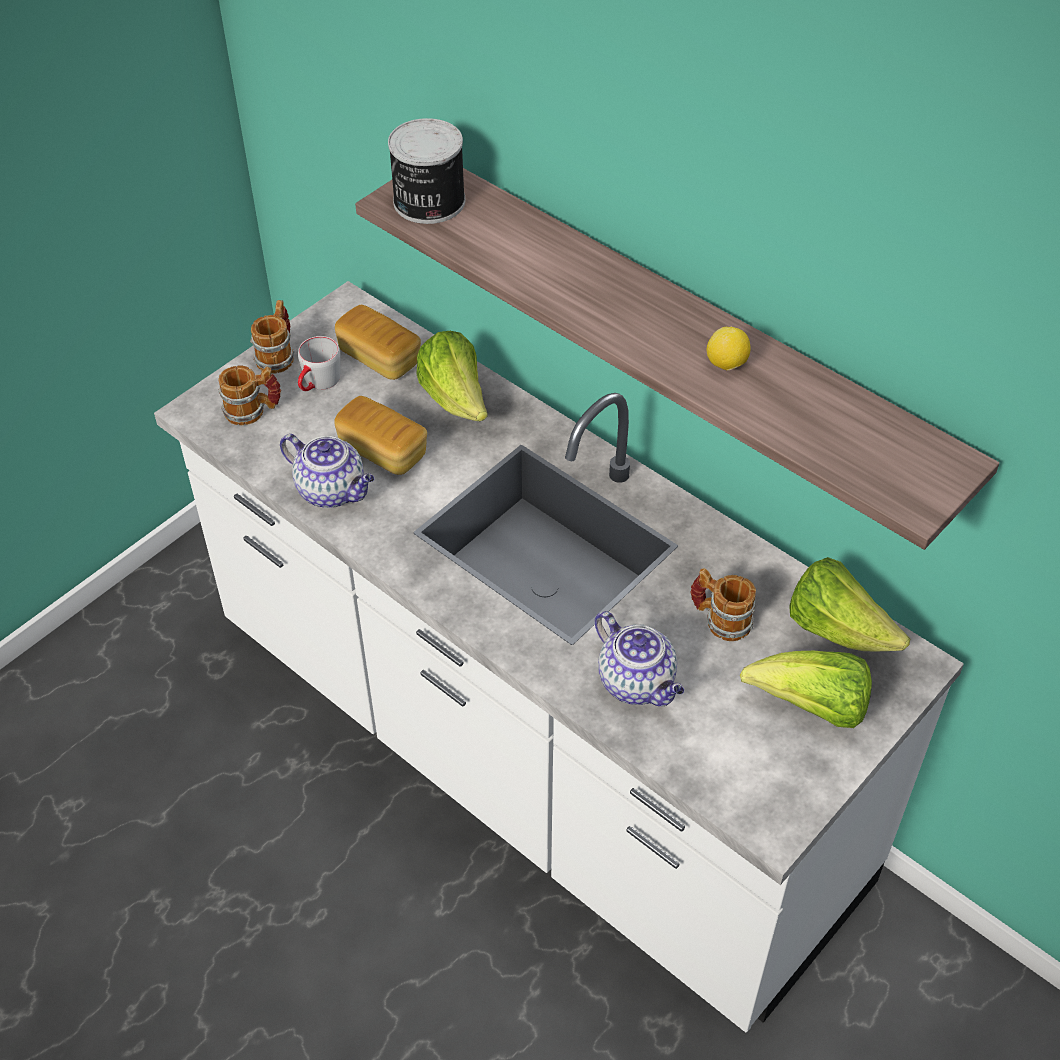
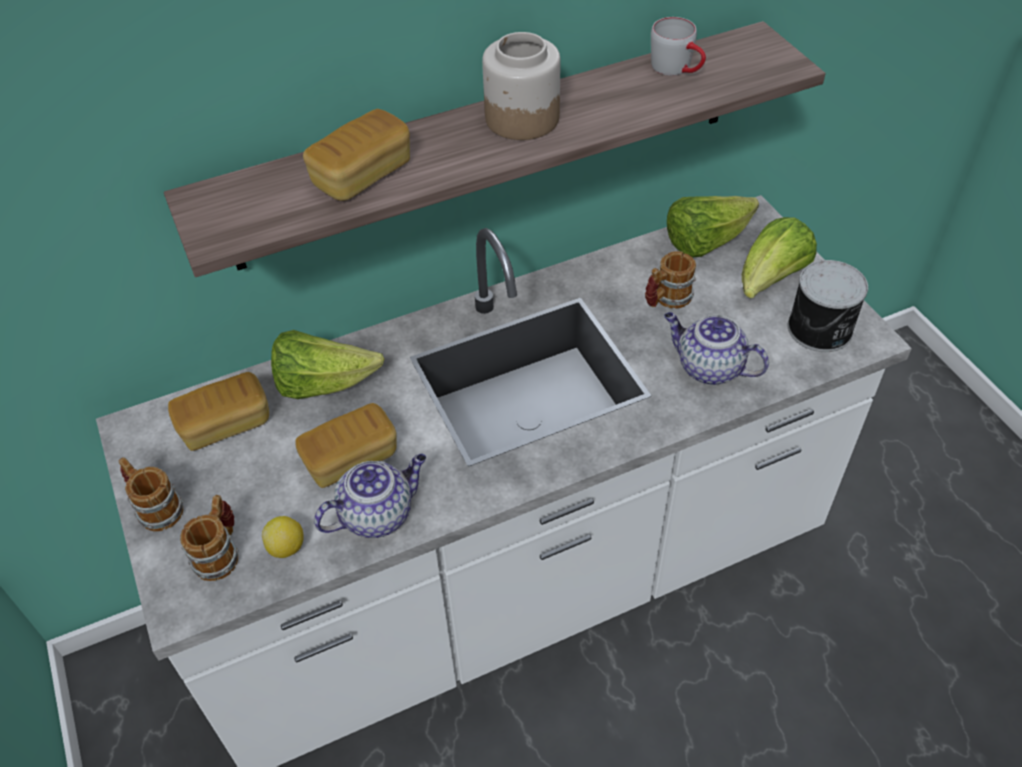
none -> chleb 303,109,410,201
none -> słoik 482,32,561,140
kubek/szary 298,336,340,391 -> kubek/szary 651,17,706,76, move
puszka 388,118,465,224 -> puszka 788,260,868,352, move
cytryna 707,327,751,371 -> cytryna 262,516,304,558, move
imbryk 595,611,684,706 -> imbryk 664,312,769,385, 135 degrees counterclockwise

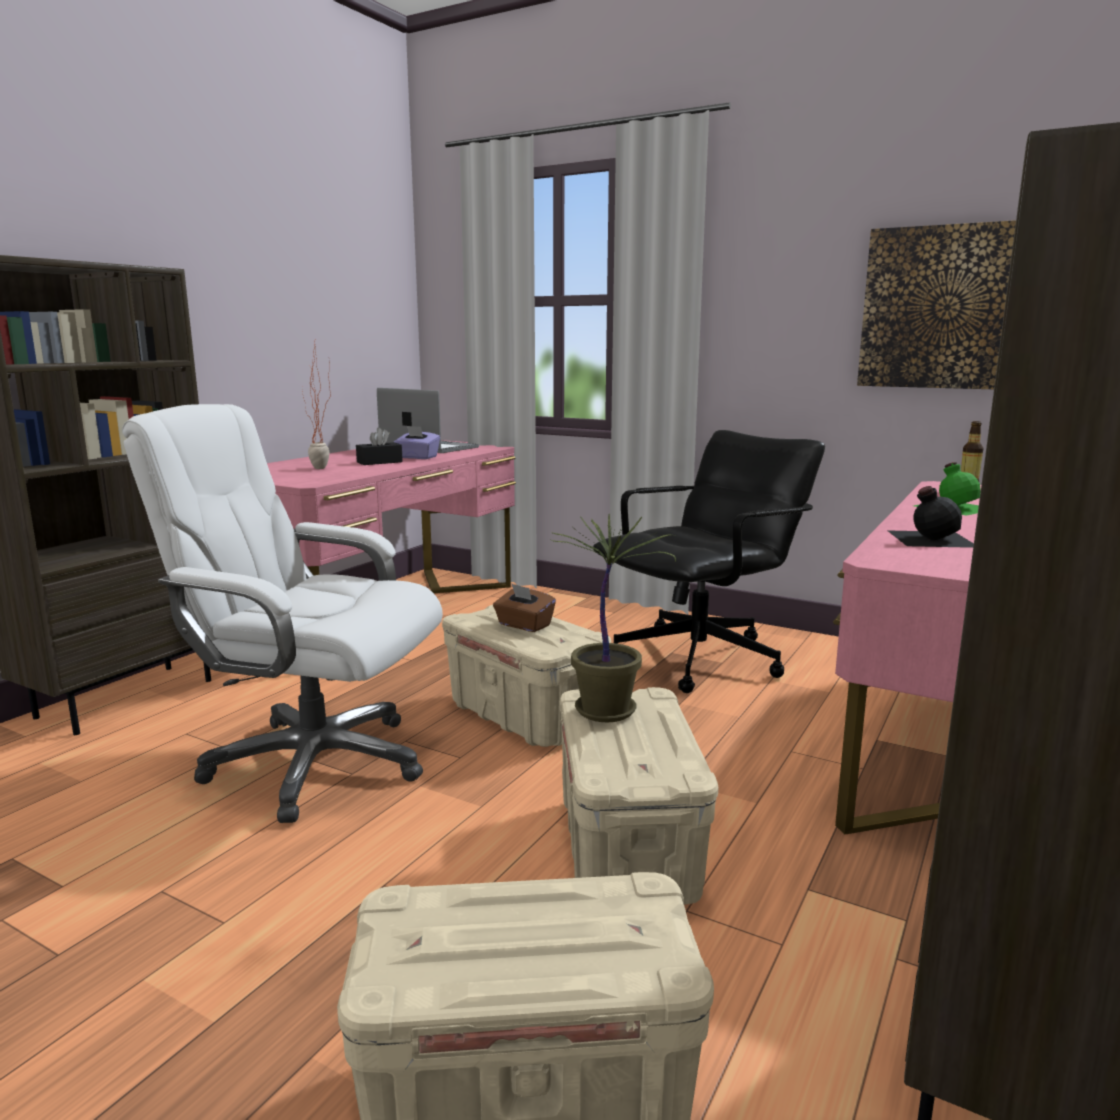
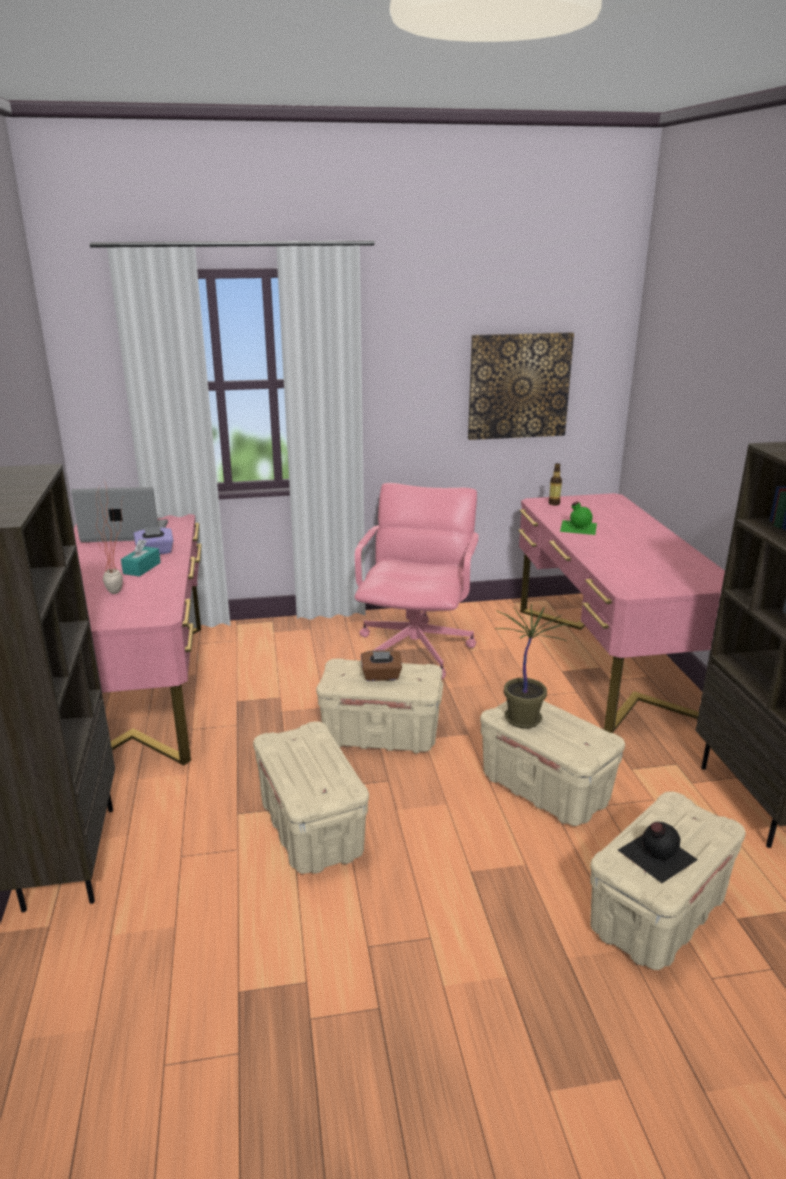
butelka/czarny 887,486,974,548 -> butelka/czarny 618,822,698,883, move
krzesło biurowe/biały 122,404,443,823 -> pojemnik do przechowywania/beżowy 253,722,369,874
pudełko chusteczek/czarny 356,427,403,465 -> pudełko chusteczek/turkusowy 121,539,161,577
krzesło biurowe/czarny 593,430,825,693 -> krzesło biurowe/różowy 355,483,479,679

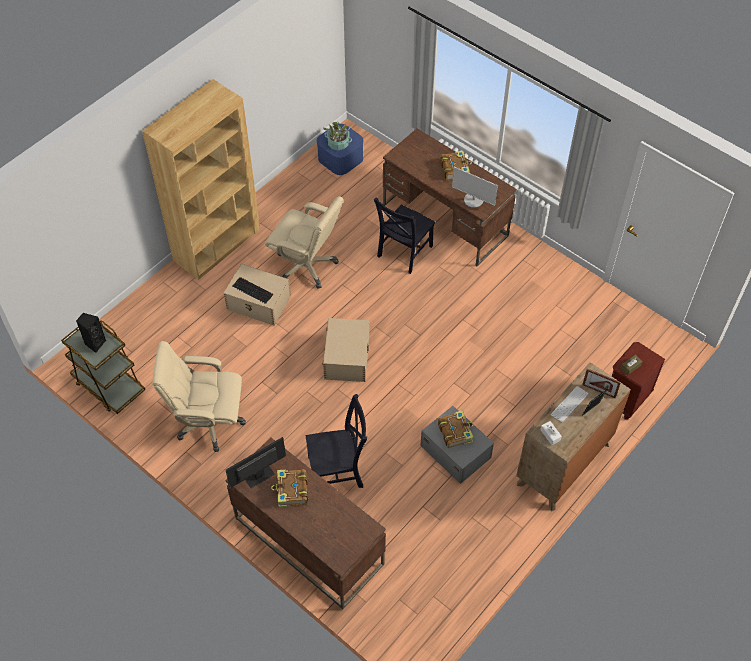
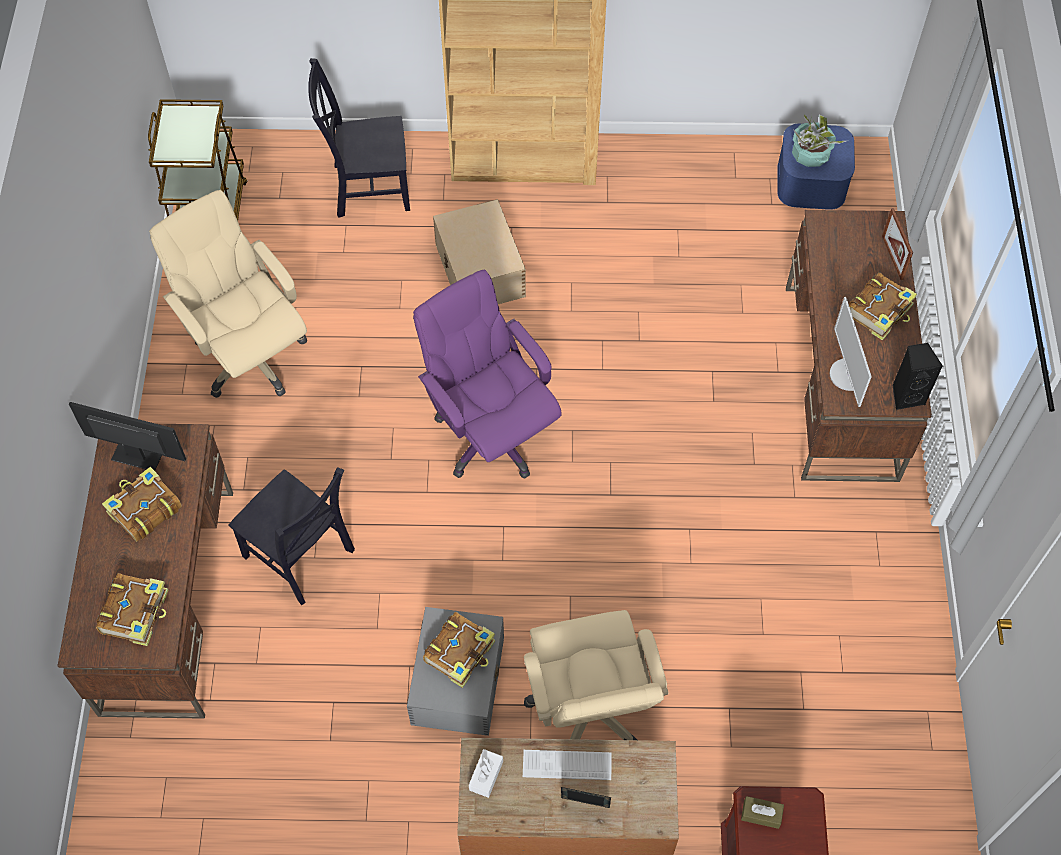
klawiatura 232,277,273,304 -> none
none -> książka 96,573,168,646
głośnik/czarny 76,313,106,353 -> głośnik/czarny 892,343,943,410, move
krzesło biurowe/beżowy 265,196,343,289 -> krzesło biurowe/beżowy 524,610,669,740, move
krzesło/czarny 374,197,435,274 -> krzesło/czarny 308,58,410,218, move
ramka na zdjęcie 582,369,621,398 -> ramka na zdjęcie 882,208,913,280, move
pojemnik do przechowywania/beżowy 323,318,369,382 -> krzesło biurowe/fioletowy 413,270,562,479

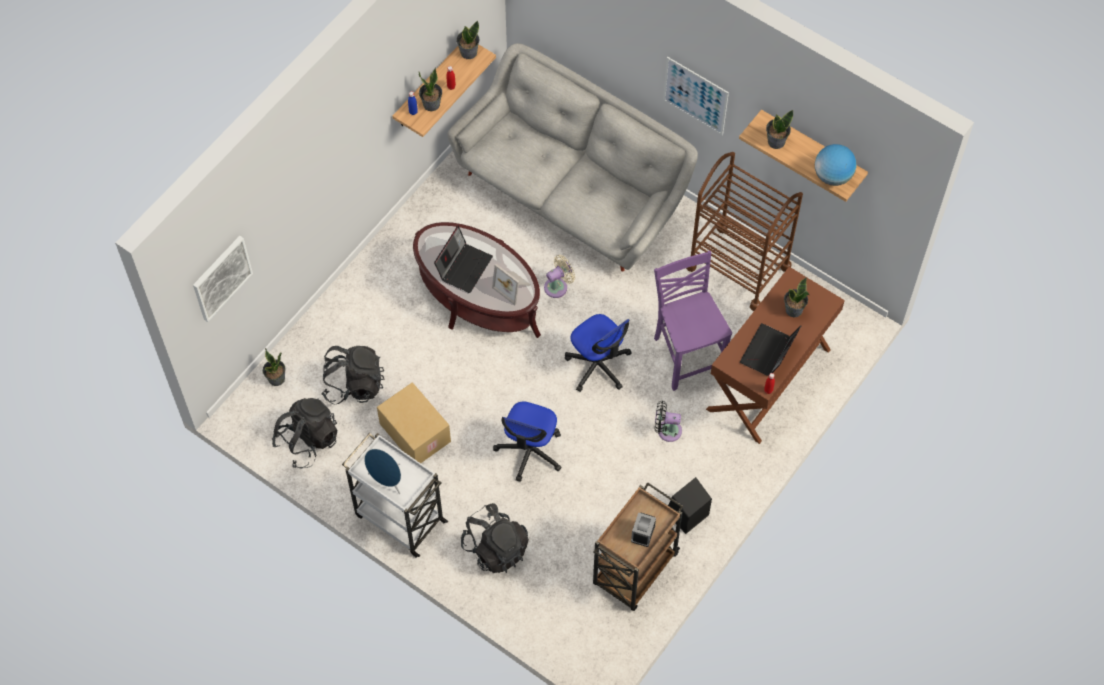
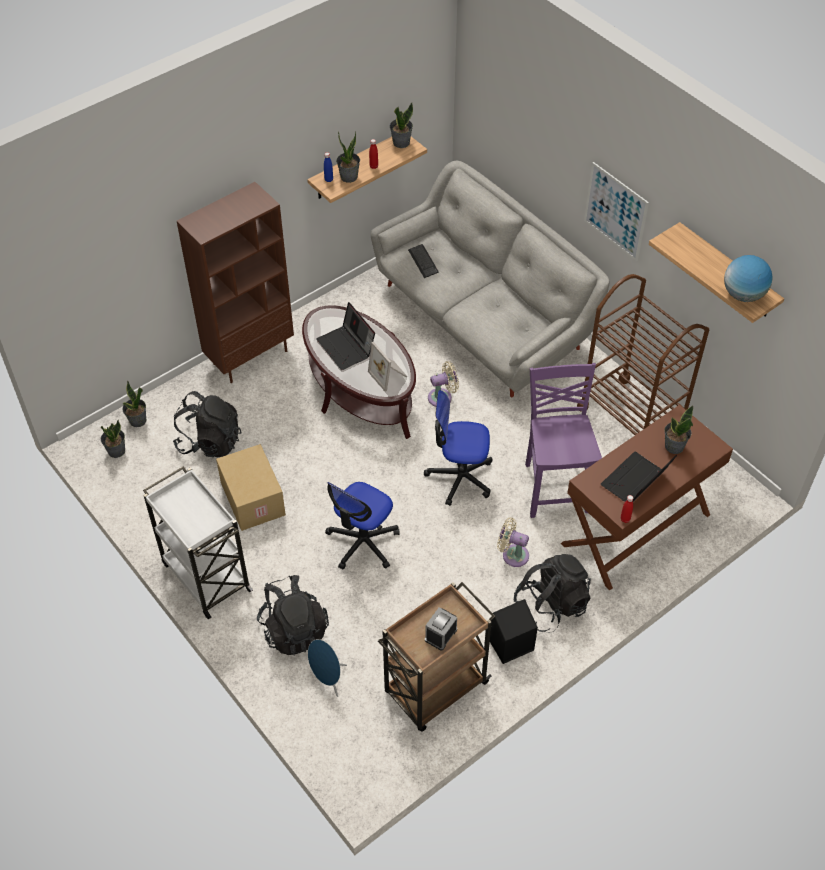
obraz 193,236,253,322 -> none
none -> regał/brązowy 177,182,294,383
none -> klawiatura 408,244,439,278
plecak/czarny 272,398,337,469 -> plecak/czarny 513,554,591,633, move
głośnik/niebieski 364,449,401,494 -> głośnik/niebieski 308,639,347,697, move
roślina doniczkowa 766,110,793,149 -> roślina doniczkowa 101,420,125,458, move
wentylator/czarny 655,401,682,442 -> wentylator/beżowy 497,518,529,567
laptop 434,226,493,293 -> laptop 316,302,375,370, 105 degrees clockwise
krzesło biurowe 565,314,632,392 -> krzesło biurowe 424,390,493,506, 120 degrees clockwise

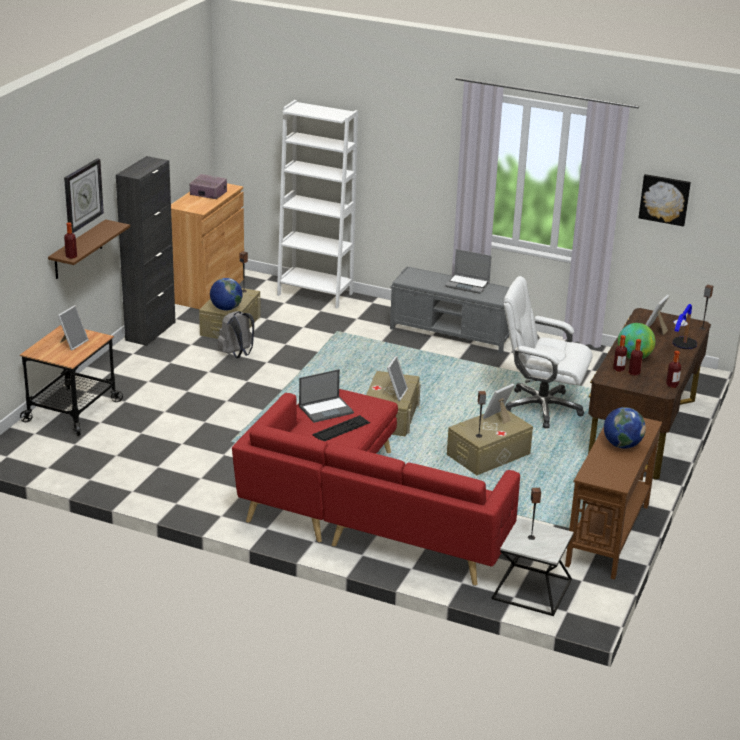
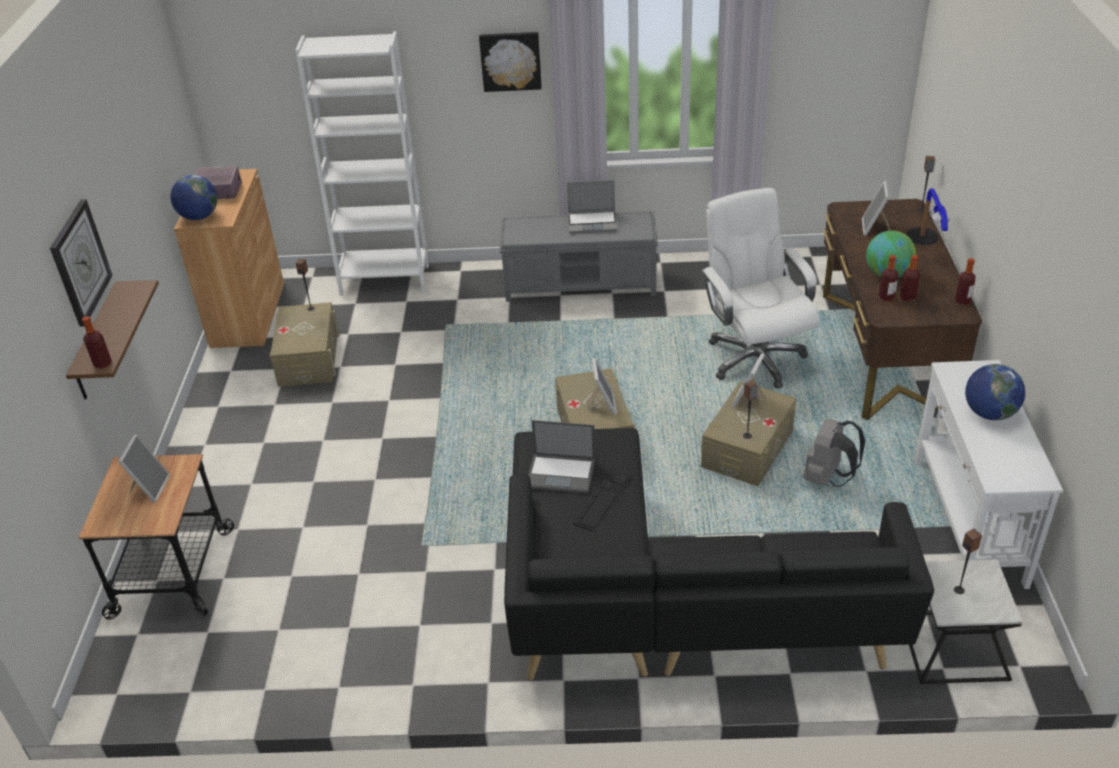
szafka/czarny 116,156,176,346 -> none
globus 210,278,243,310 -> globus 171,175,218,220, move
plecak/szary 218,311,254,358 -> plecak/szary 803,419,865,487, move
obraz 638,174,691,226 -> obraz 479,32,542,92, move
kanapa/czerwony 232,389,520,586 -> kanapa/czarny 504,428,934,681
stolik konsolowy/brązowy 565,418,662,580 -> stolik konsolowy/biały 914,360,1063,589
laptop 299,369,354,423 -> laptop 528,420,595,493, 60 degrees clockwise
krzesło biurowe/biały 504,276,593,428 -> krzesło biurowe/biały 701,188,819,389, 75 degrees clockwise

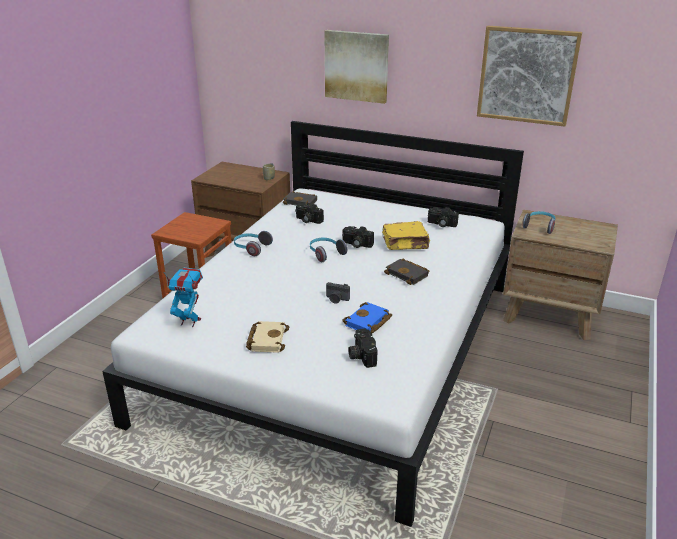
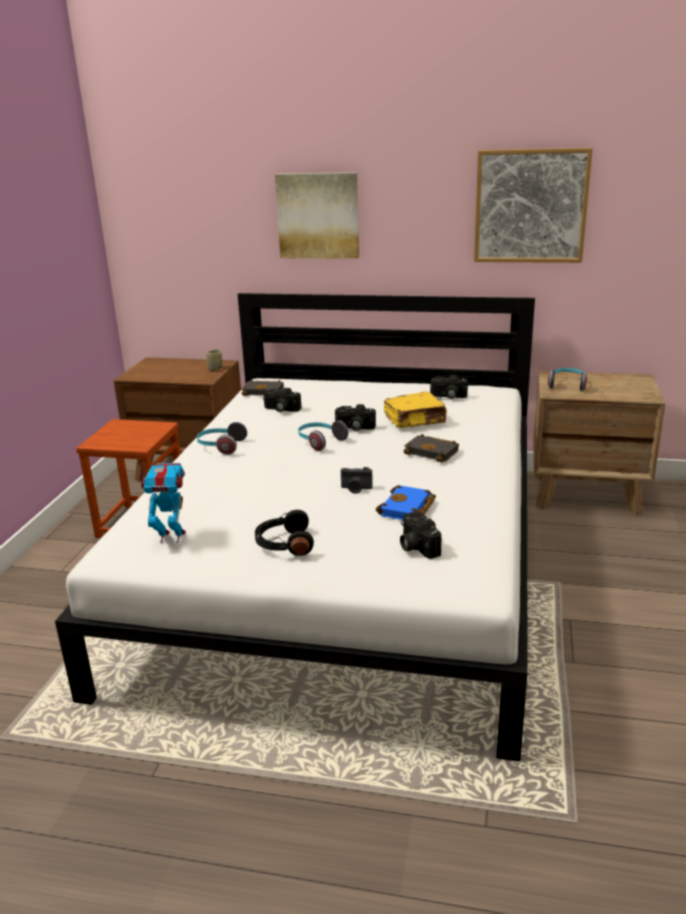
książka/beżowy 246,321,290,353 -> słuchawki/czarny 255,510,314,556

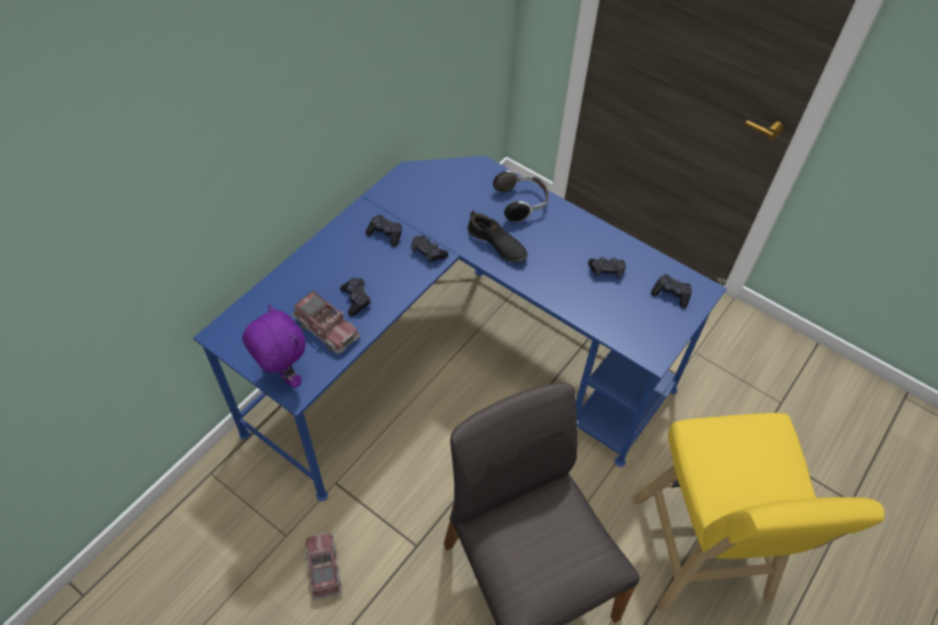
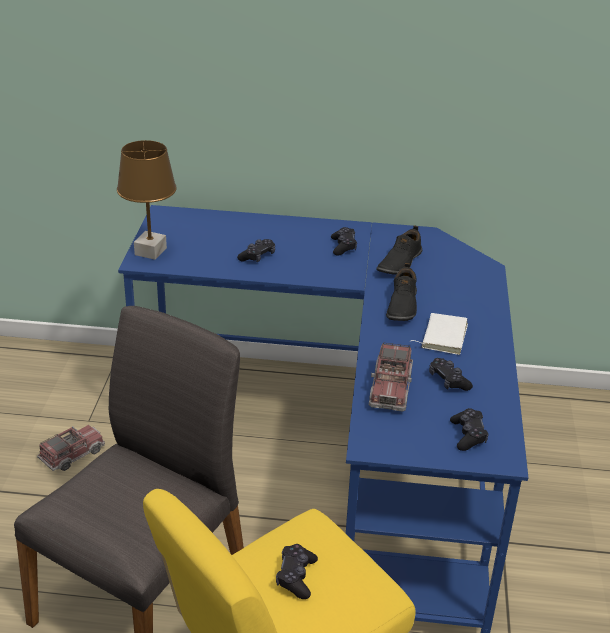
słuchawki 493,170,549,222 -> none
none -> but/czarny 376,225,422,274
none -> książka/biały 411,313,468,355
ciężarówka zabawkowa 292,291,360,354 -> ciężarówka zabawkowa 369,342,413,412, move
pad do gier/czarny 411,235,448,263 -> pad do gier/czarny 276,544,318,599, move
pluszak/fioletowy 242,305,306,388 -> lampa stołowa/brązowy 117,140,177,260

